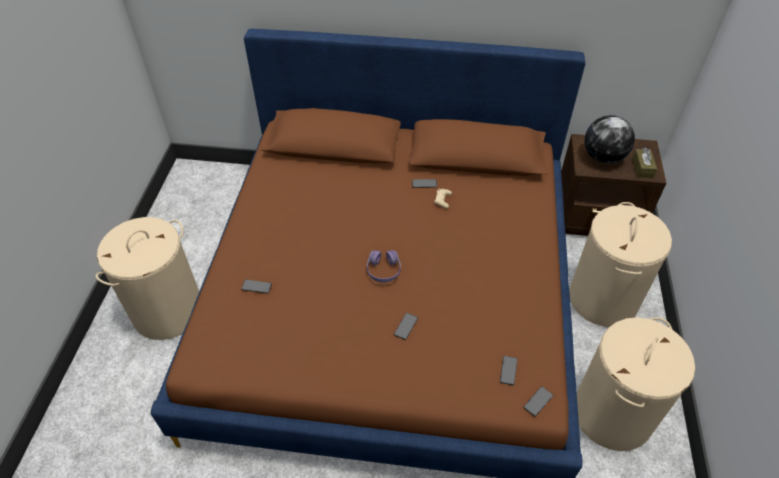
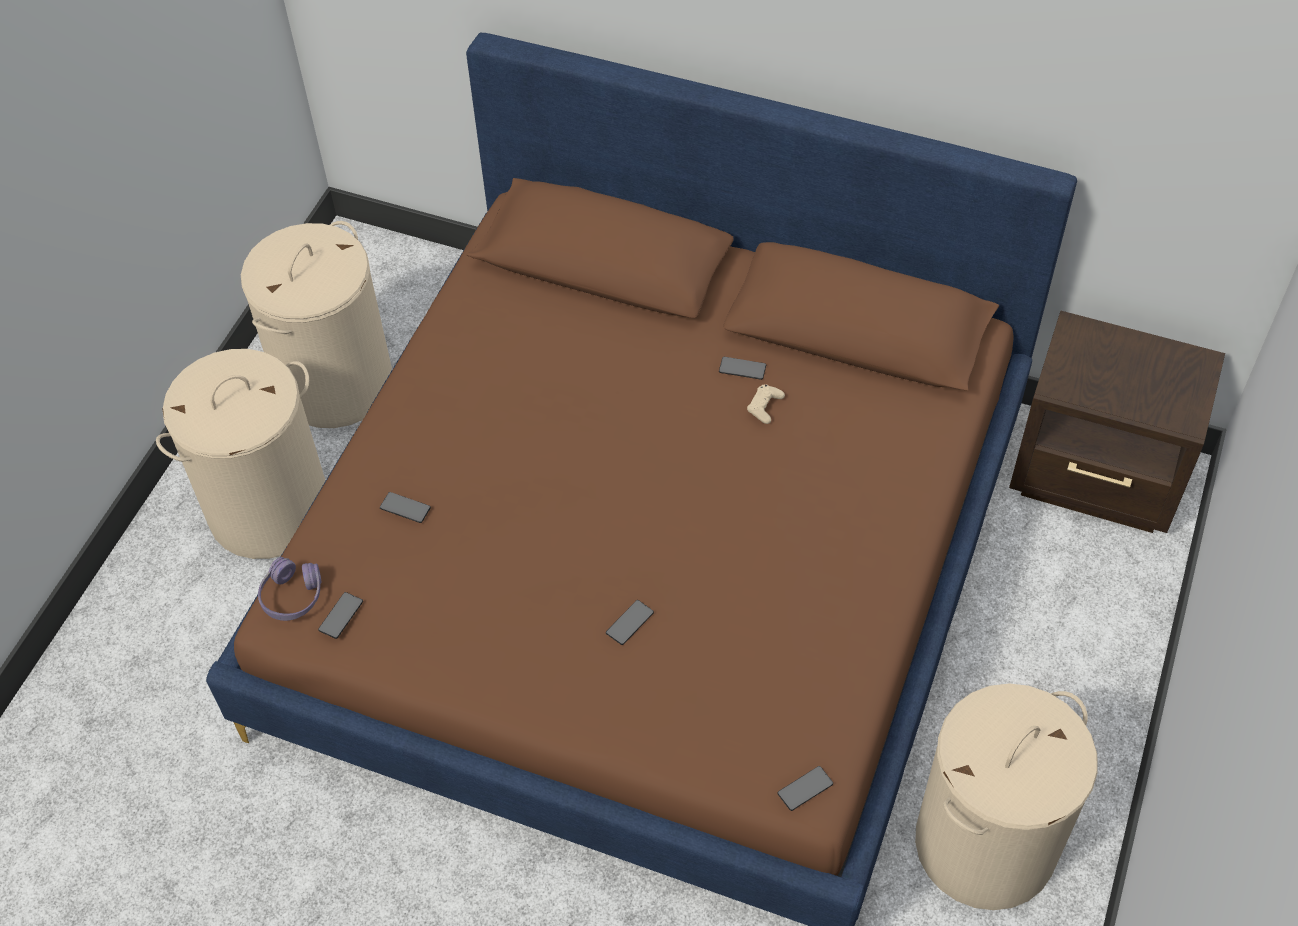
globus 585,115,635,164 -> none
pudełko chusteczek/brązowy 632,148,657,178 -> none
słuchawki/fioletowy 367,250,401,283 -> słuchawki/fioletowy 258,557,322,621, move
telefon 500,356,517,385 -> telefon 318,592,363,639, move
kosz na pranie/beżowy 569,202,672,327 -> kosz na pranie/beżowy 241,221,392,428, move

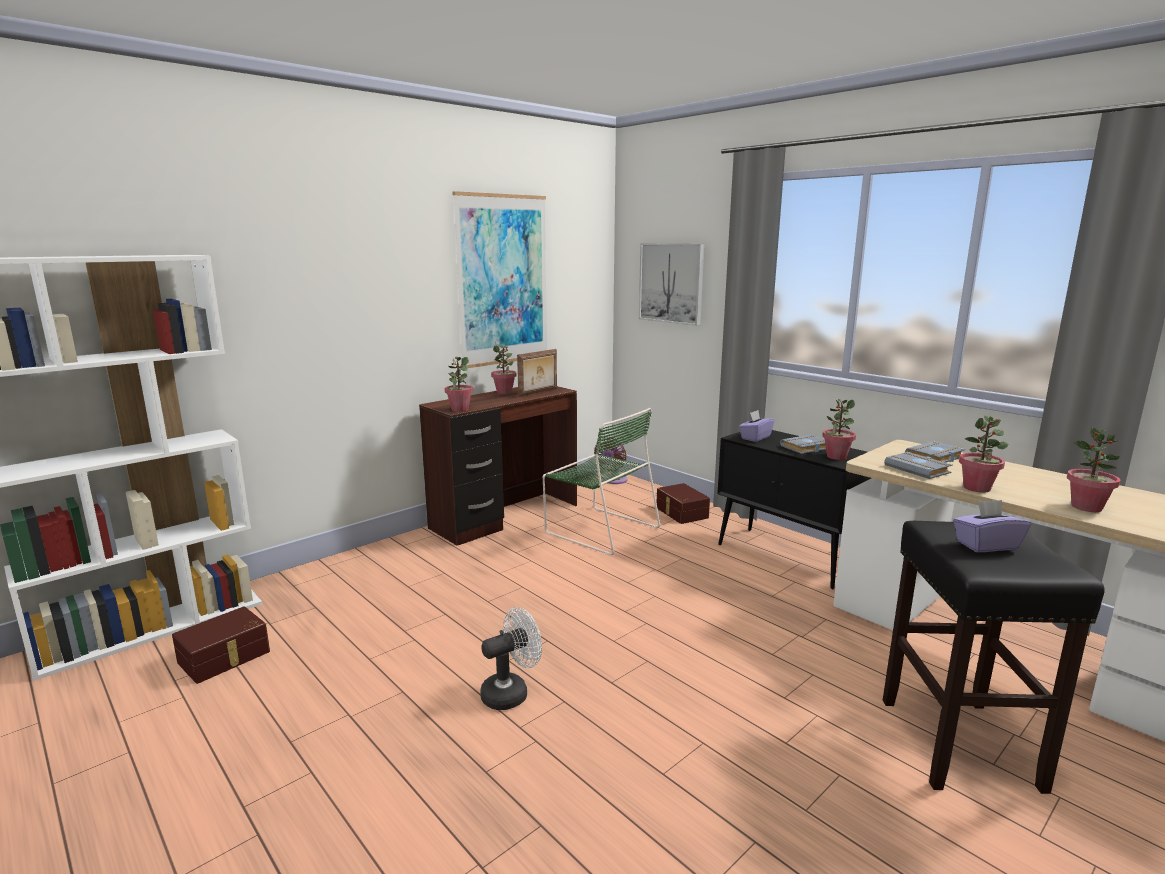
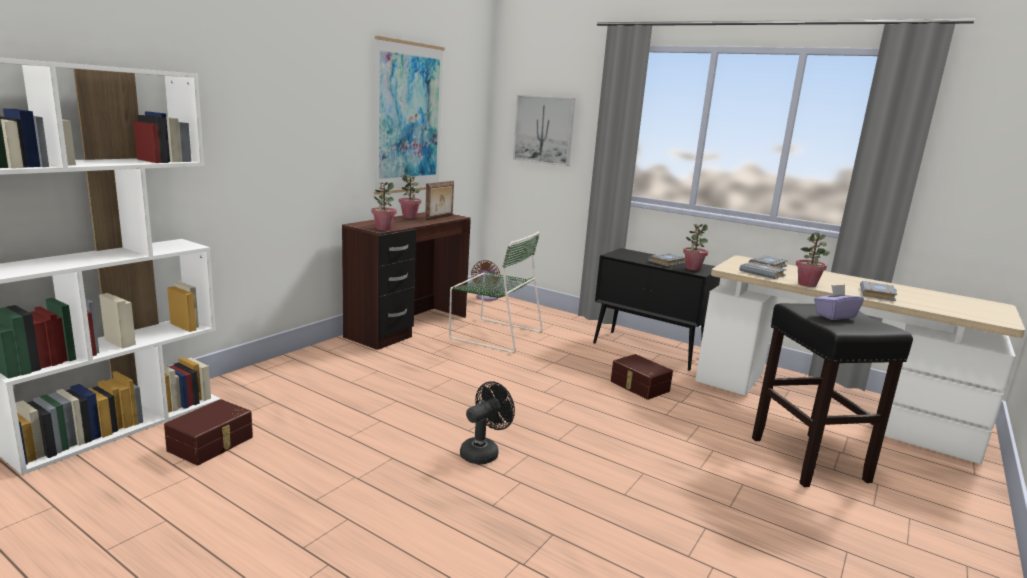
pudełko chusteczek/fioletowy 739,410,774,442 -> none
pojemnik do przechowywania/brązowy 657,483,710,524 -> pojemnik do przechowywania/brązowy 611,354,673,400, move
roślina doniczkowa 1067,427,1121,512 -> książka/szary 860,281,897,301
wentylator/biały 480,607,542,710 -> wentylator/czarny 460,381,515,465

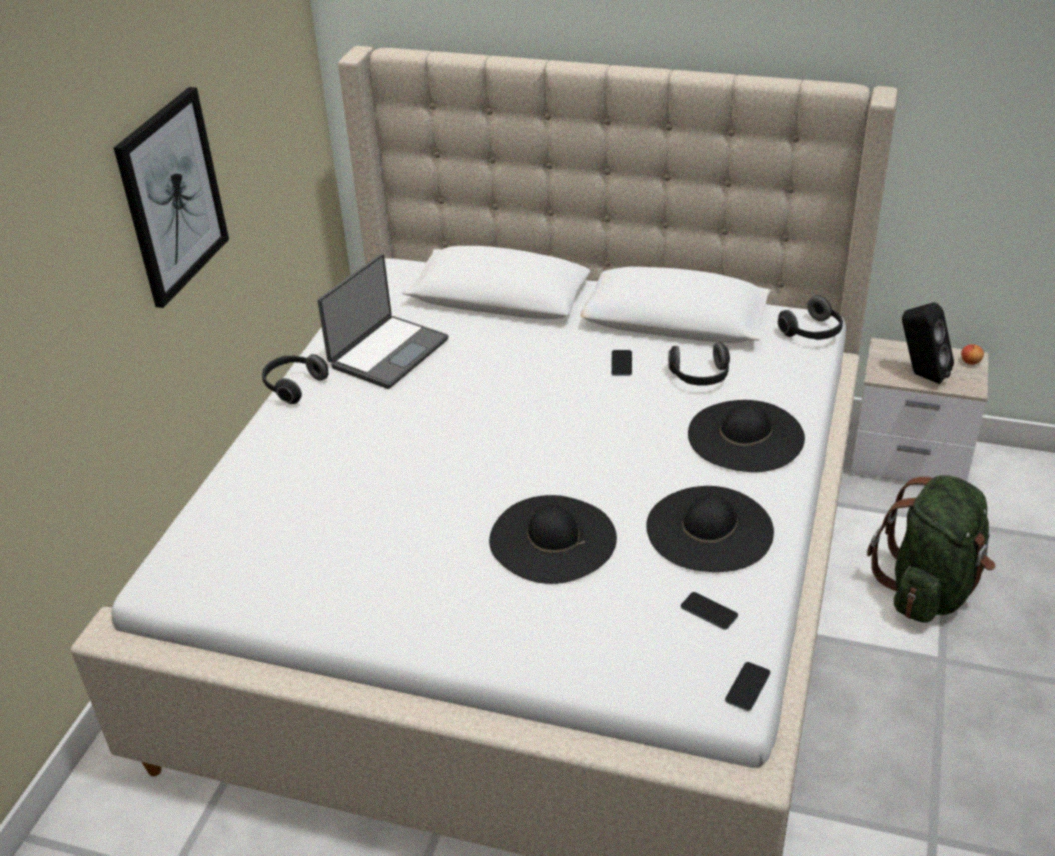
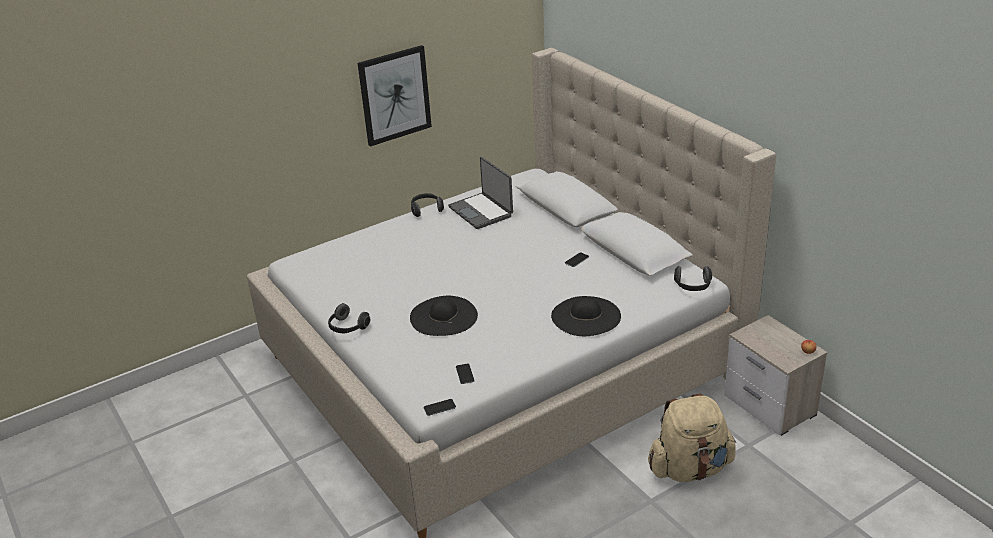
kapelusz/czarny 647,486,774,572 -> none
głośnik/czarny 902,302,954,384 -> none
słuchawki 668,342,730,386 -> słuchawki 328,303,370,333, move
plecak/zielony 867,475,995,623 -> plecak/beżowy 648,394,736,482
laptop 317,254,449,389 -> laptop 448,157,513,229, 75 degrees clockwise

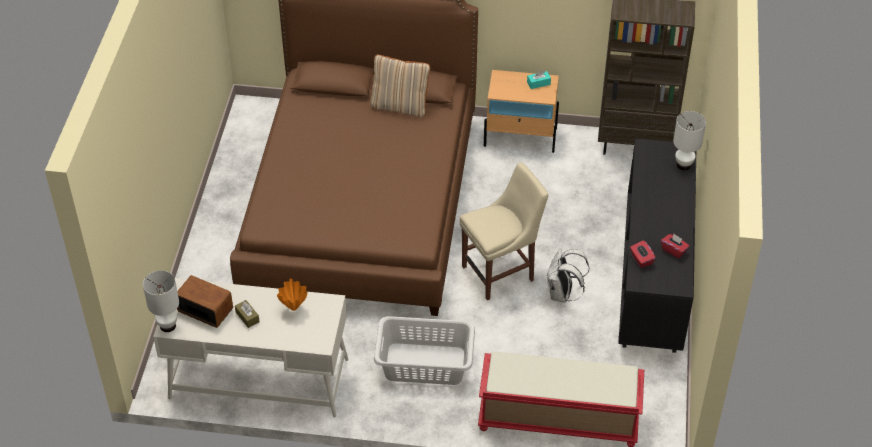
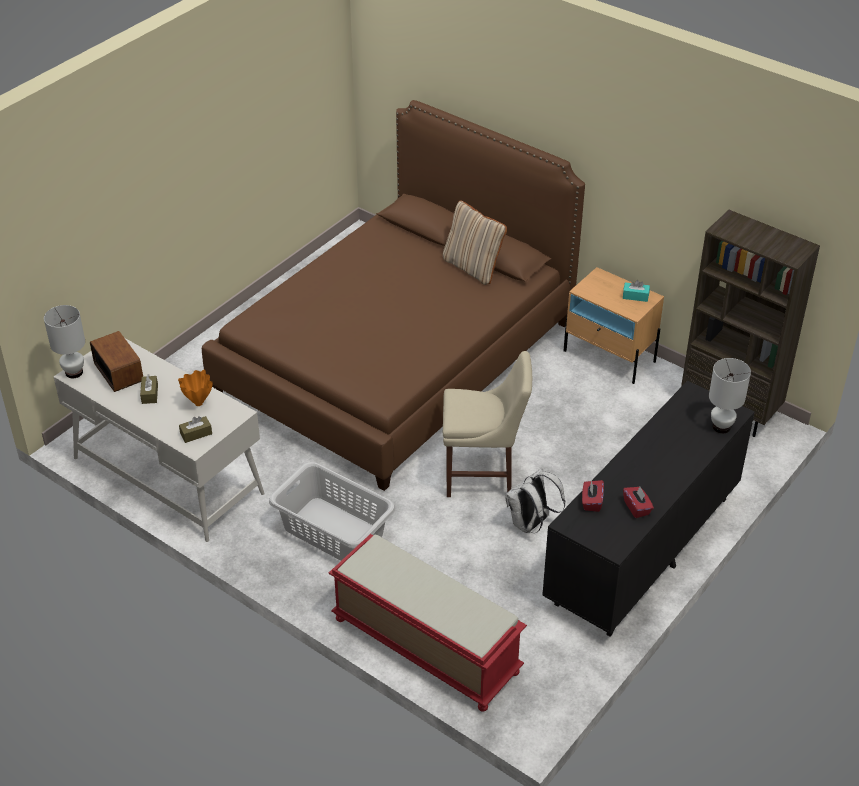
none -> pudełko chusteczek/brązowy 179,416,212,443

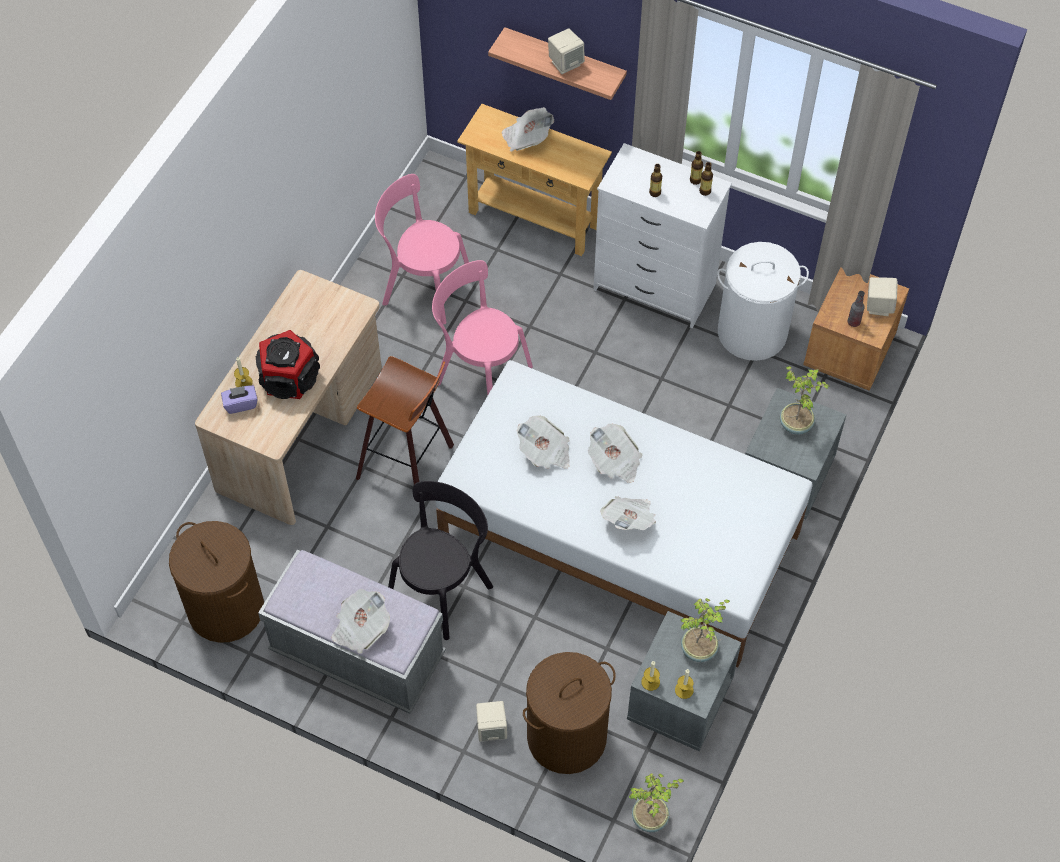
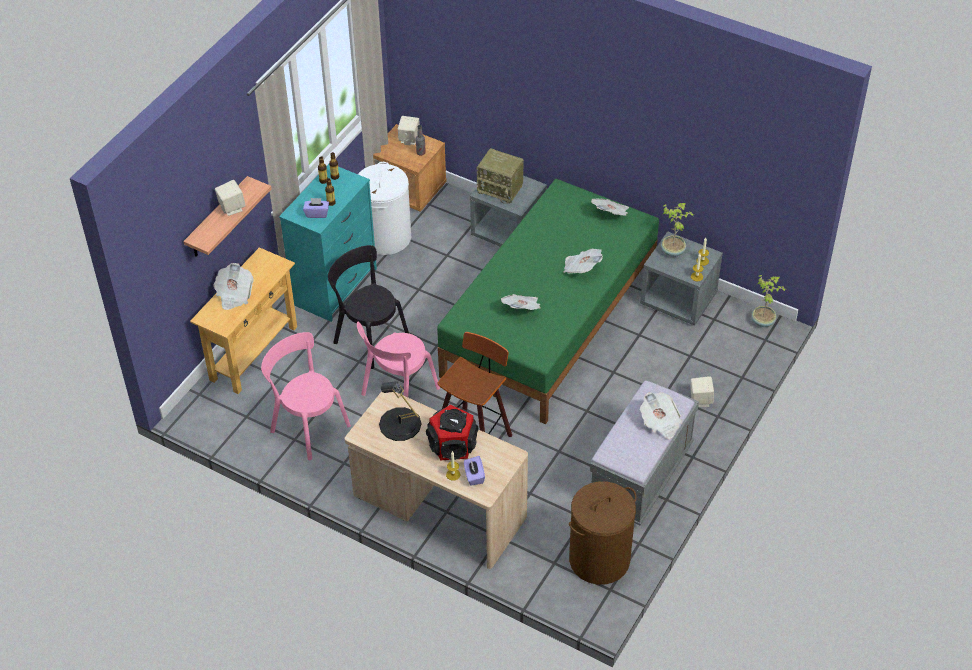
kosz na pranie/brązowy 523,652,616,774 -> none
none -> pudełko chusteczek/fioletowy 303,198,329,218
none -> lampa stołowa/czarny 379,381,421,441
krzesło/czarny 388,481,493,640 -> krzesło/czarny 328,245,409,369, move
gazeta 588,424,643,483 -> gazeta 591,199,629,216, move
roślina doniczkowa 780,366,830,434 -> radio 477,148,524,204
łóżko/biały 435,360,813,667 -> łóżko/zielony 437,179,659,424
komoda/biały 594,143,732,328 -> komoda/turkusowy 279,164,377,322
krzesło/różowy 375,174,469,325 -> krzesło/różowy 261,332,351,460, 105 degrees clockwise

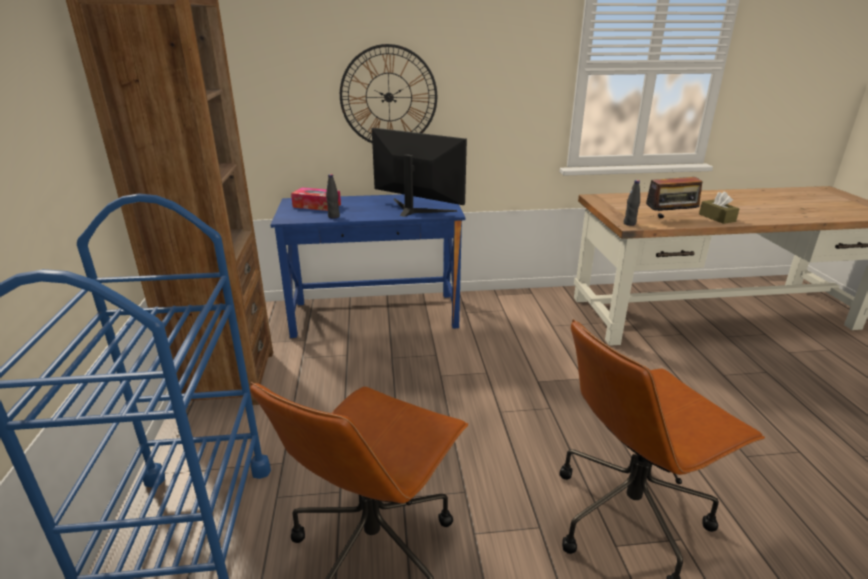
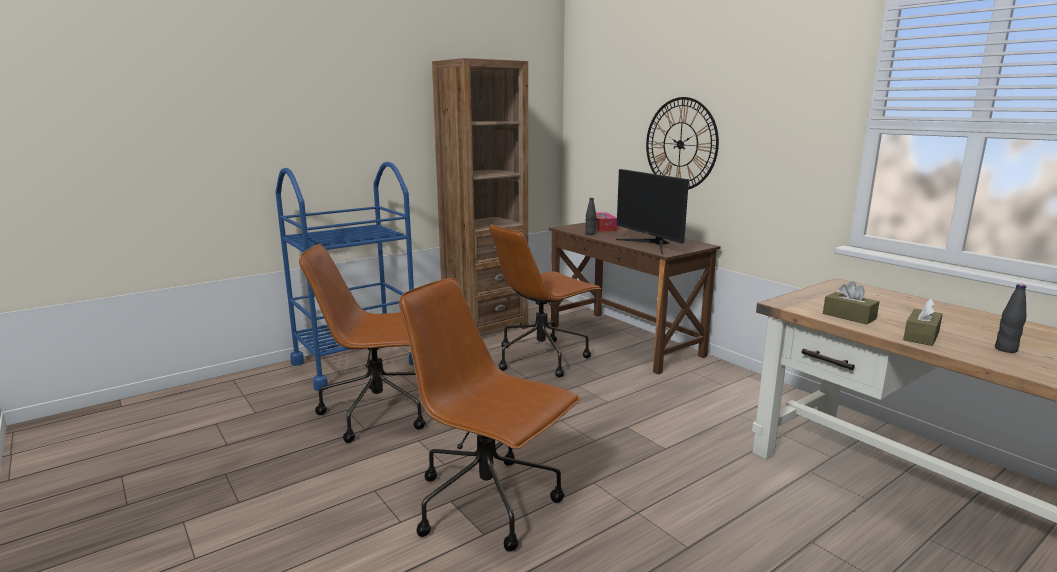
none -> krzesło biurowe/brązowy 489,224,602,377
butelka/czarny 624,180,640,226 -> butelka/czarny 995,284,1026,353, move
radio 646,177,703,218 -> pudełko chusteczek/brązowy 823,281,879,325
biurko/niebieski 270,194,465,338 -> biurko/brązowy 549,222,721,374
monitor 372,128,467,217 -> monitor 616,169,689,254, 150 degrees clockwise

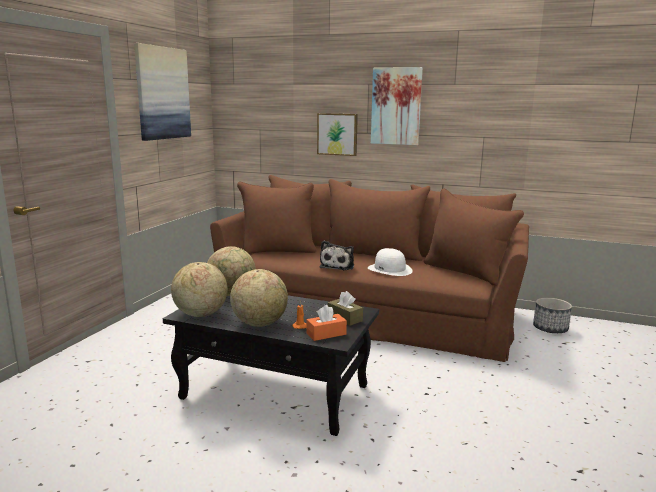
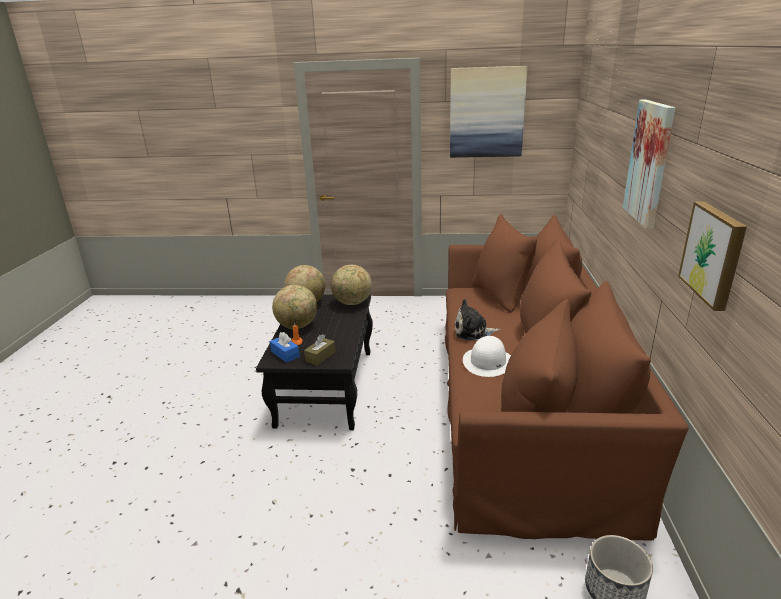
obraz 317,113,358,156 -> obraz 678,202,747,311, move
pudełko chusteczek/pomarańczowy 306,305,347,341 -> pudełko chusteczek/niebieski 270,332,300,363

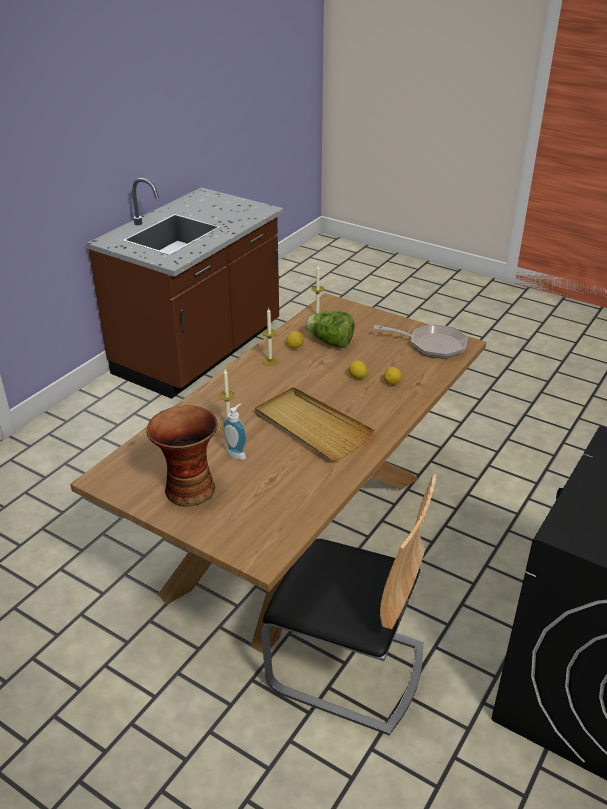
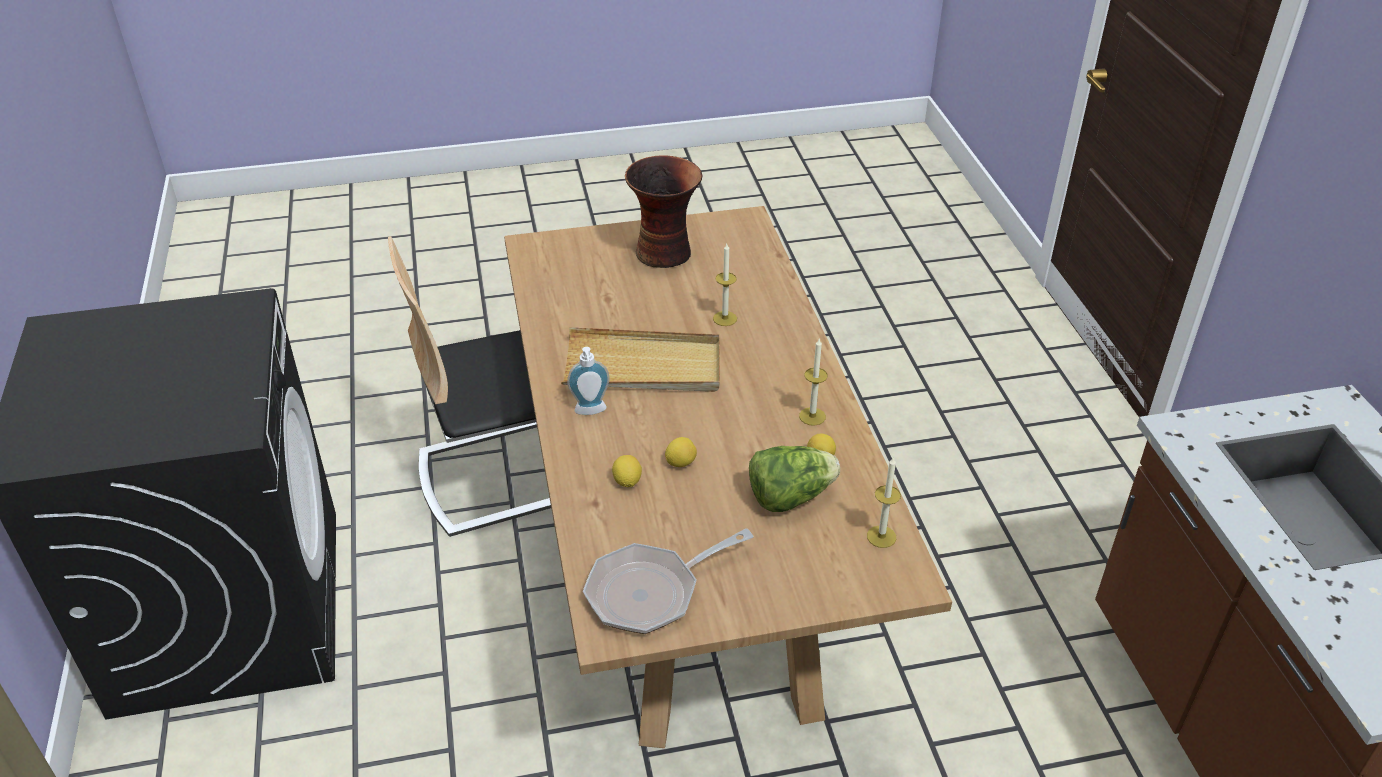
dozownik mydła 223,403,247,460 -> dozownik mydła 567,347,610,415, move

